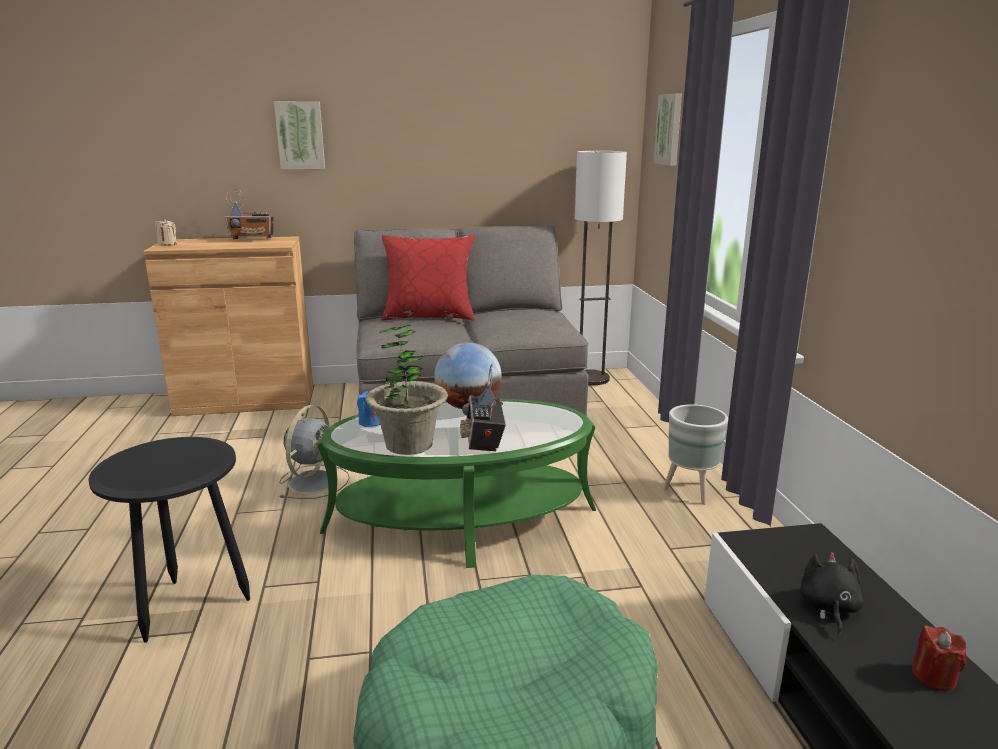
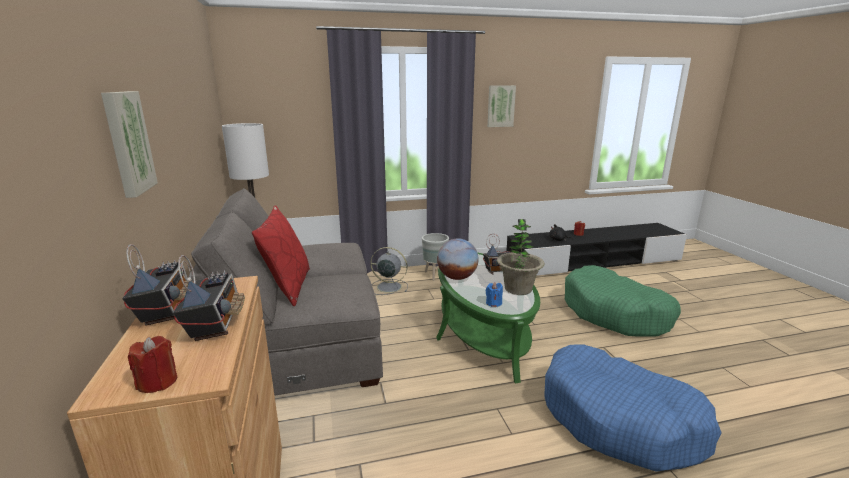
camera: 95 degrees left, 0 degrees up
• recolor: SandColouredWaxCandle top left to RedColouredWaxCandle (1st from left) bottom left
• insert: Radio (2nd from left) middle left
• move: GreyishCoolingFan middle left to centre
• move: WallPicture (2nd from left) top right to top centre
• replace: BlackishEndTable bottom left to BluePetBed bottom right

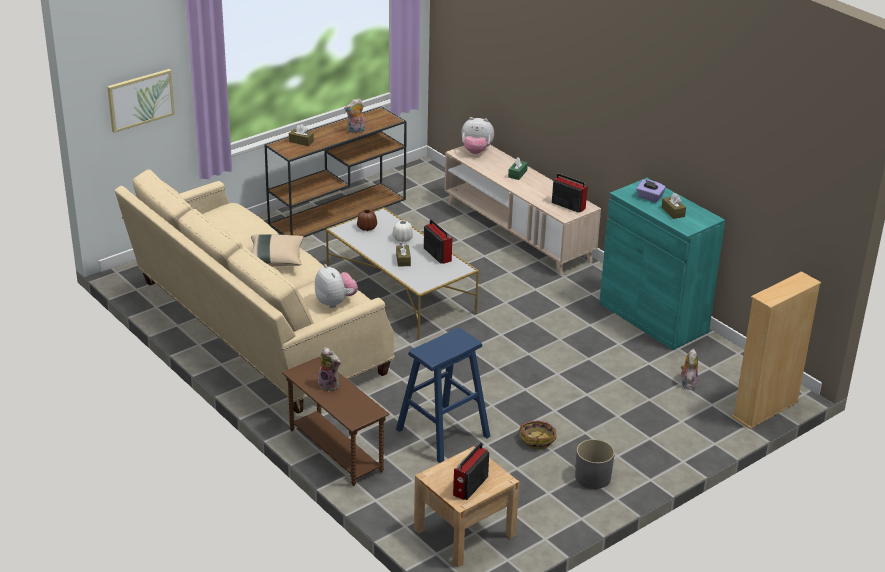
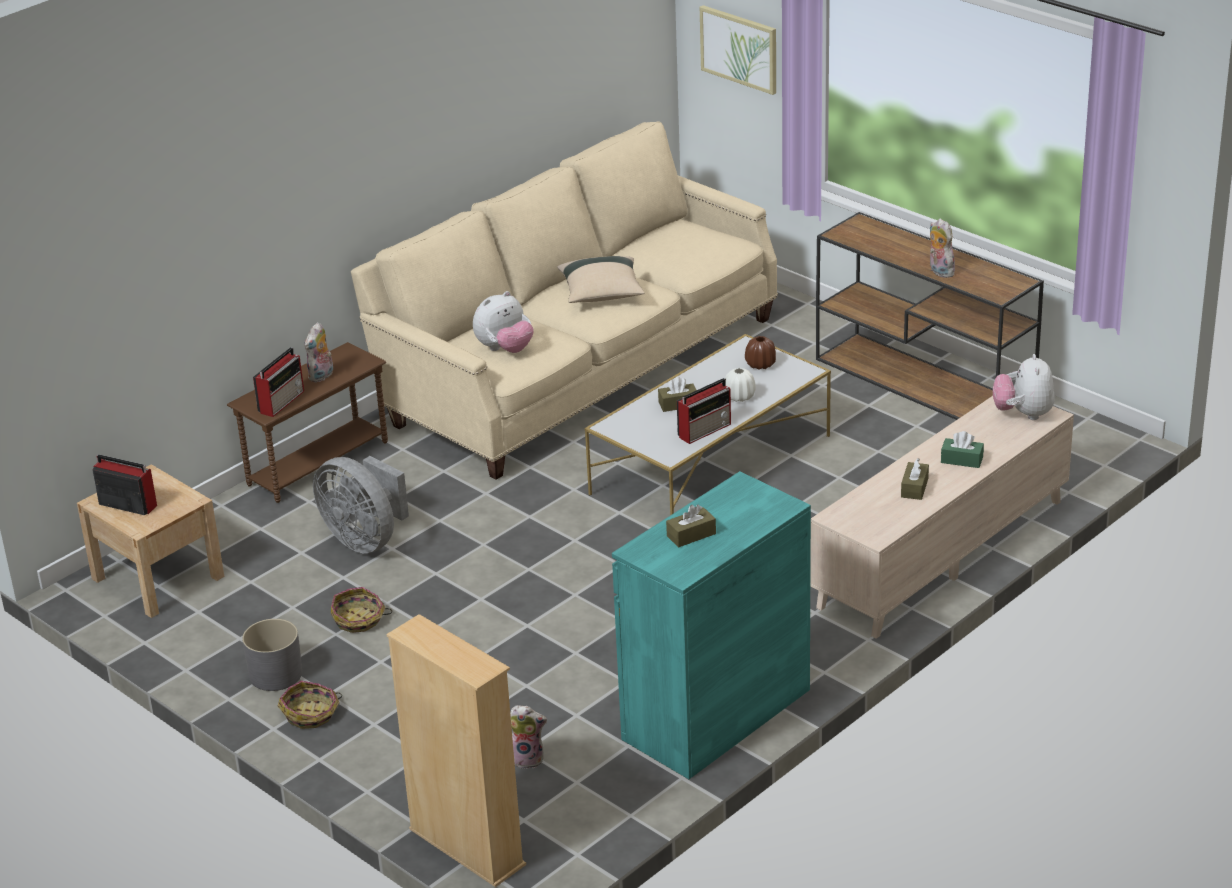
camera: 85 degrees right, 0 degrees up
• move: Radio (3rd from left in the first image) centre to Radio (2nd from left) middle left
• insert: HouseholdBasket (1st from left) bottom left
• replace: BlueStoolSeat bottom centre to GreyishCoolingFan middle left
• move: BrownTissueHolder (1st from left in the first image) top centre to BrownTissueHolder (3rd from left) middle right
• delete: PurpleColouredTissueHolder middle right

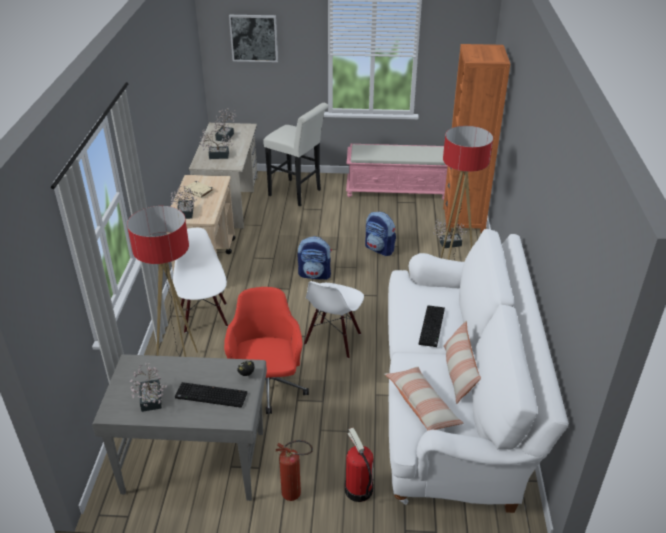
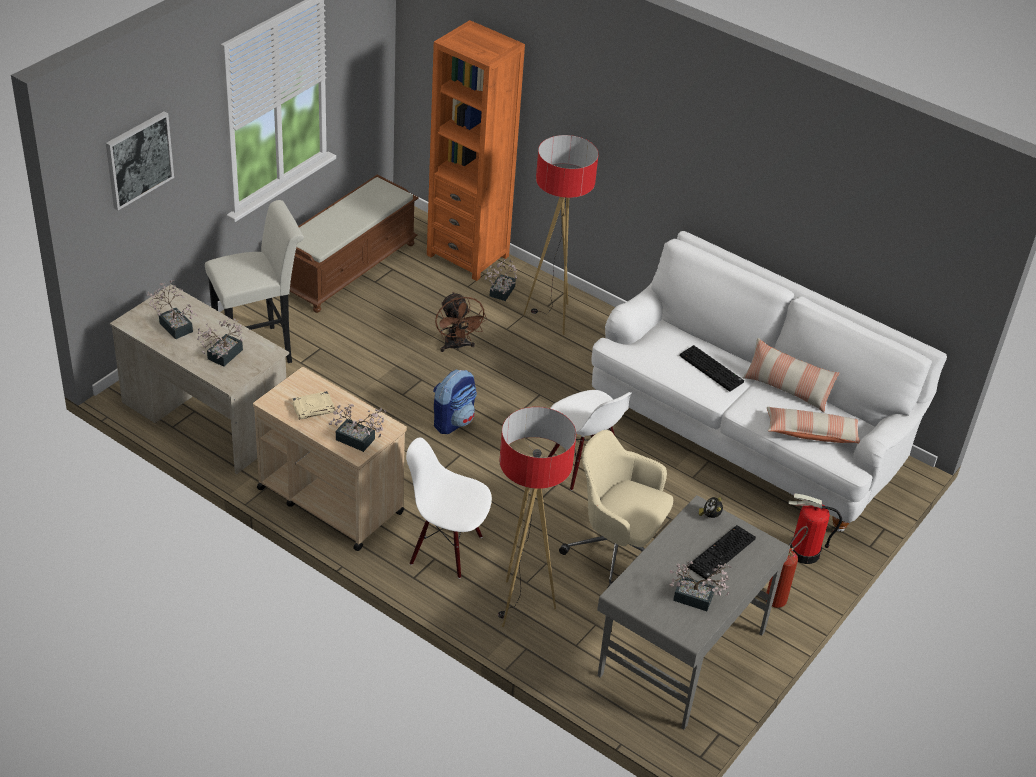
camera: 60 degrees left, 5 degrees up
• recolor: PinkishBench top centre to BrownBench top centre
• replace: Knapsack (2nd from left) centre to BrownCoolingFan centre
• recolor: RedColouredComputerChair centre to SandColouredComputerChair centre

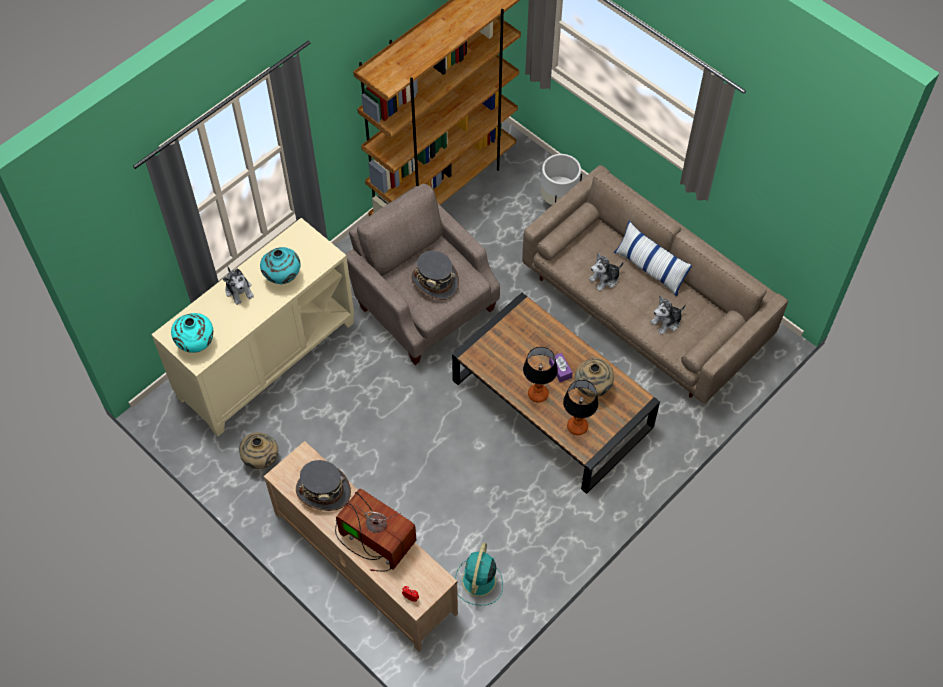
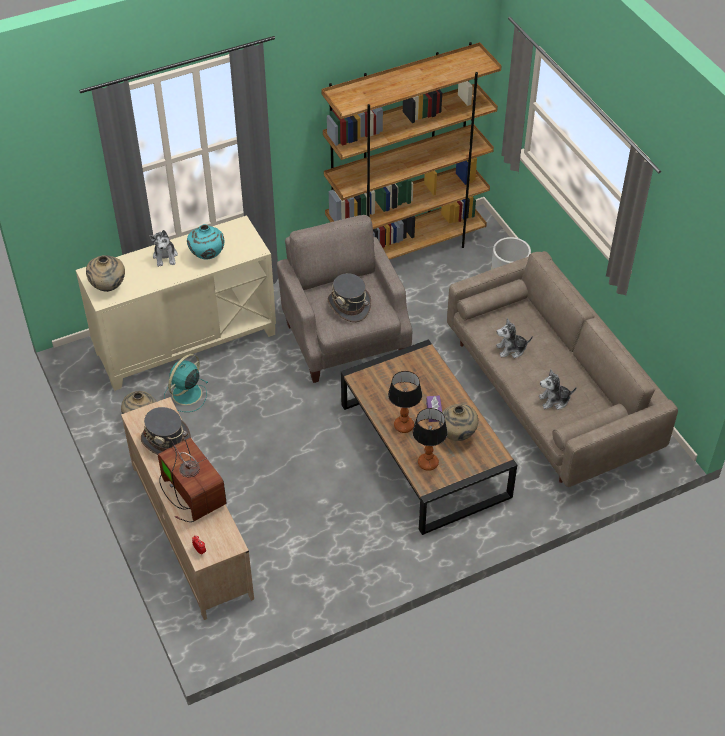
camera: 20 degrees right, 10 degrees down
• recolor: TurquoiseFlowerVase (1st from left) middle left to SandColouredFlowerVase (1st from left) middle left
• move: TurquoiseCoolingFan bottom centre to middle left
• delete: ThrowPillow middle right

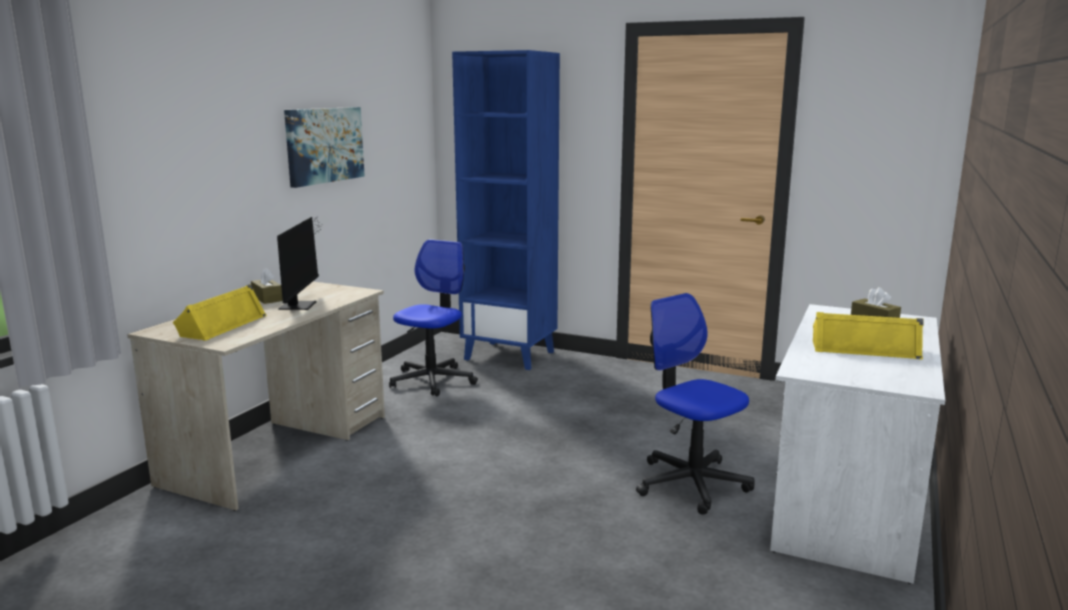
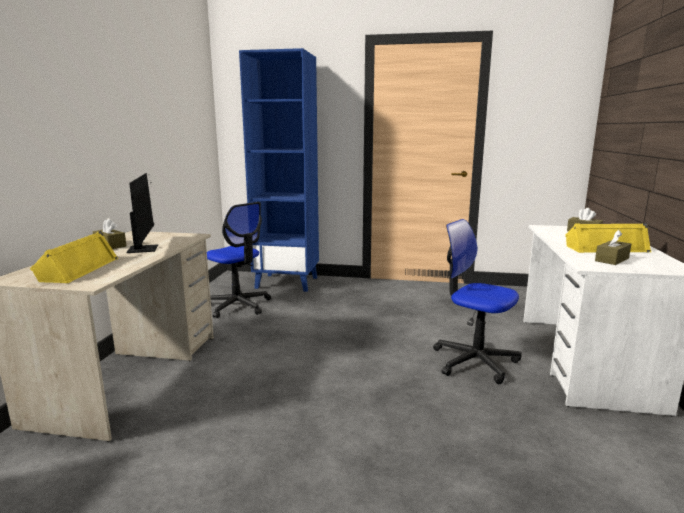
camera: 15 degrees left, 0 degrees up
• rotate: ComputerChair (1st from left) centre = centre 120 degrees clockwise
• insert: BrownTissueHolder (3rd from left) middle right
• delete: WallPicture top left

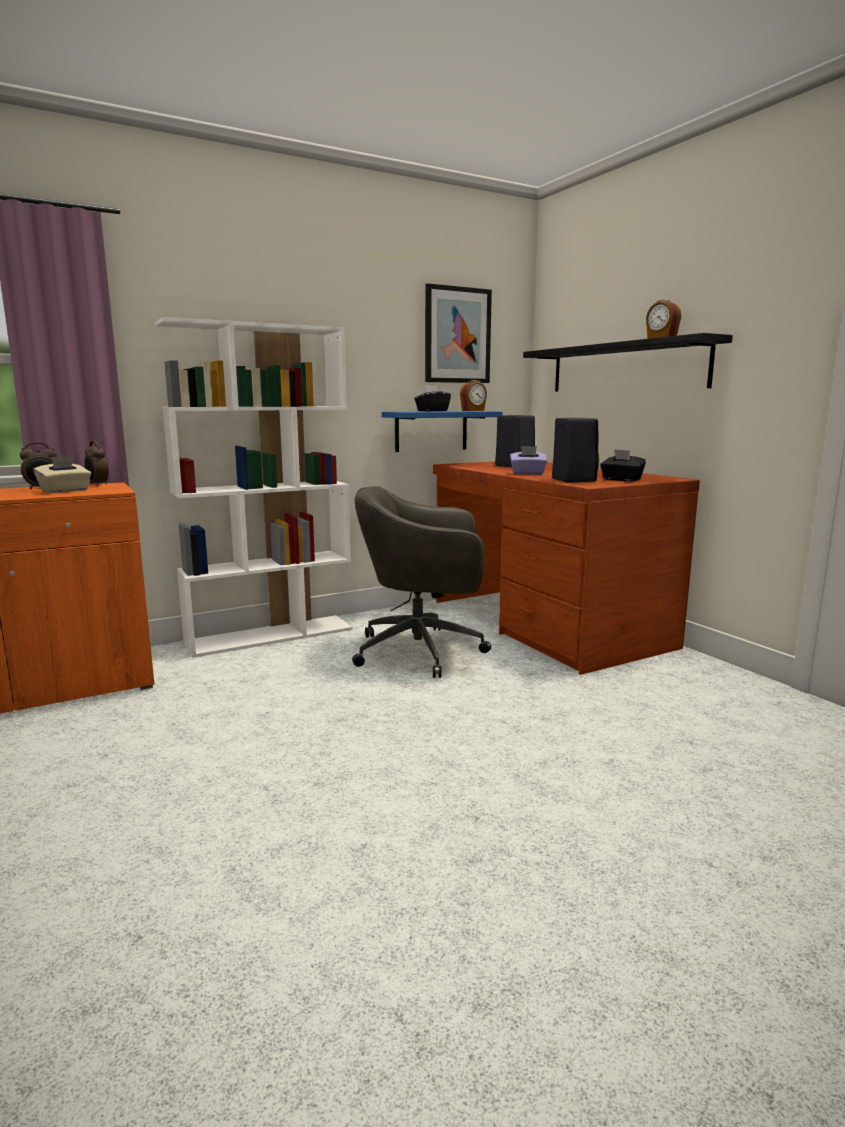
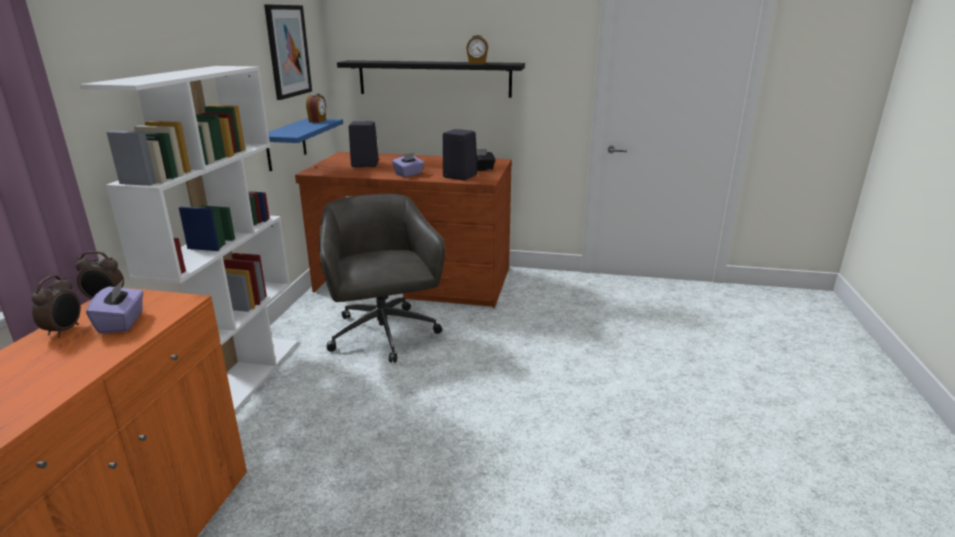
camera: 50 degrees left, 10 degrees up
• recolor: SandColouredTissueHolder middle left to PurpleColouredTissueHolder (1st from left) middle left
• rotate: GreyishComputerChair centre = centre 120 degrees clockwise
• delete: BlackishTissueHolder (1st from left) centre

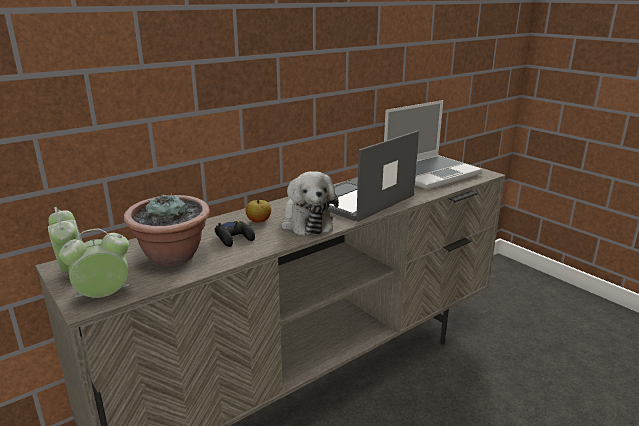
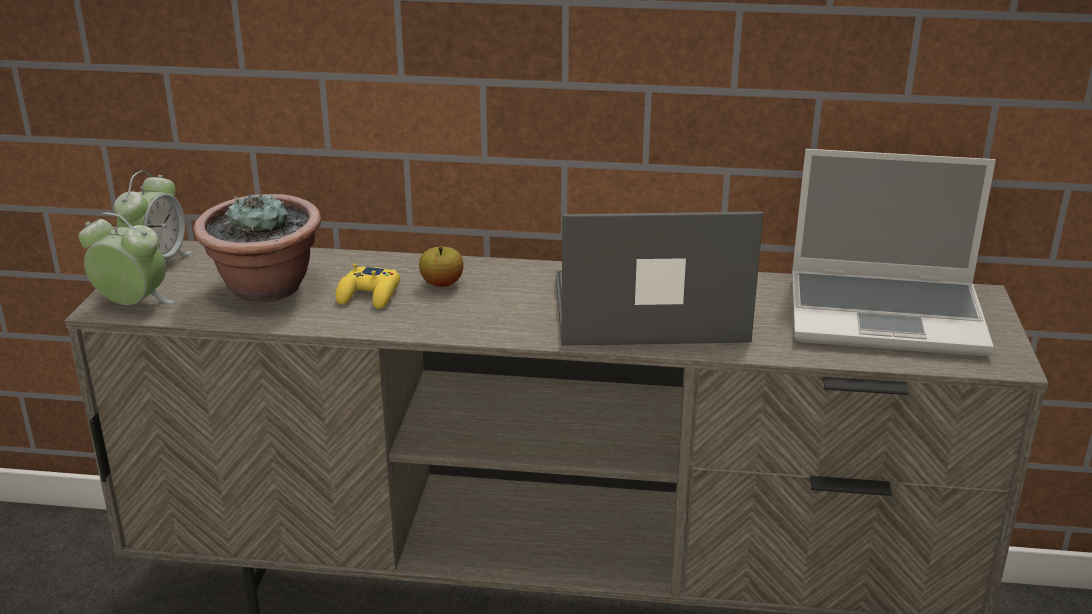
camera: 45 degrees right, 5 degrees up
• recolor: BlackishGameController centre to YellowGameController centre
• delete: CuddlyToy centre

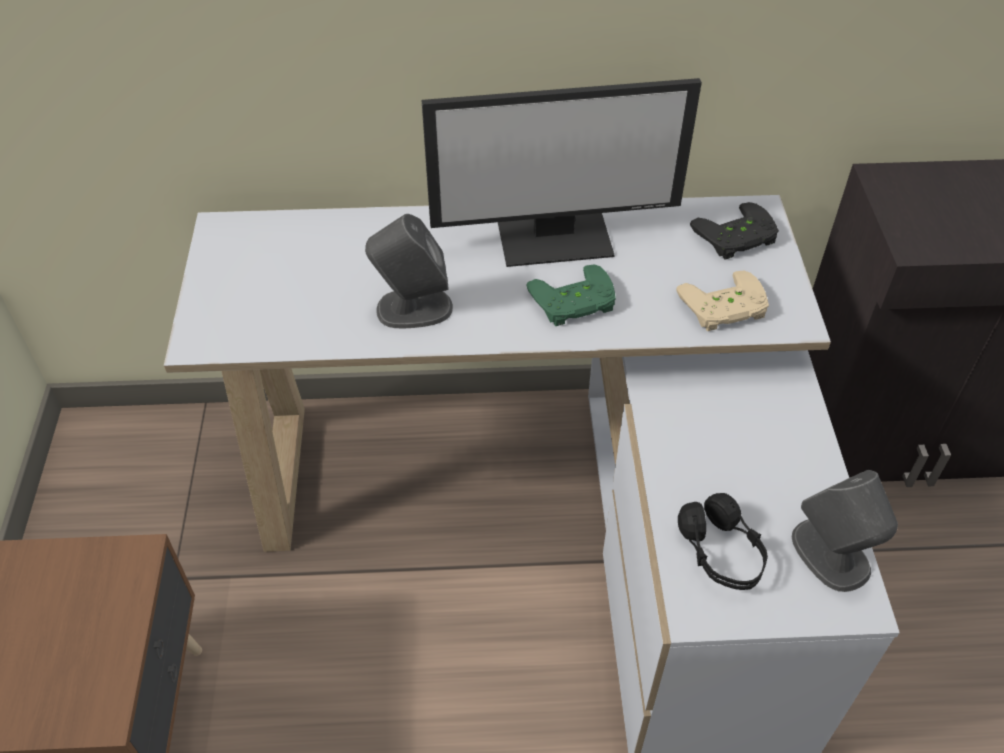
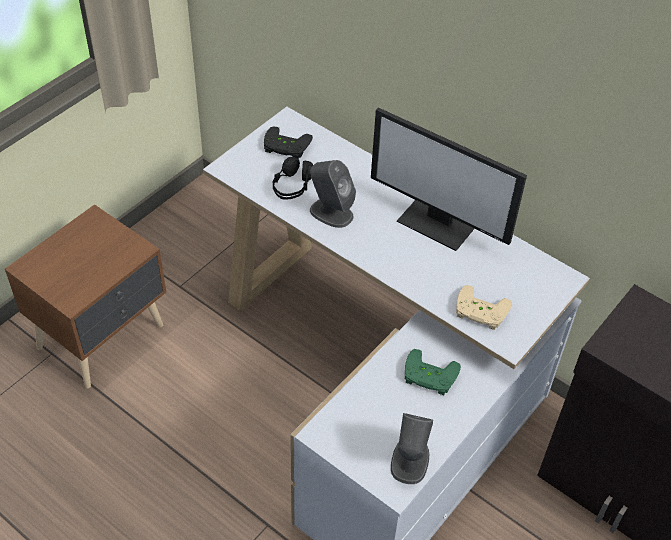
camera: 40 degrees right, 0 degrees up
• move: BlackishGameController top right to top centre
• move: BlackishHeadset bottom right to top centre
• move: GreenGameController centre to bottom centre

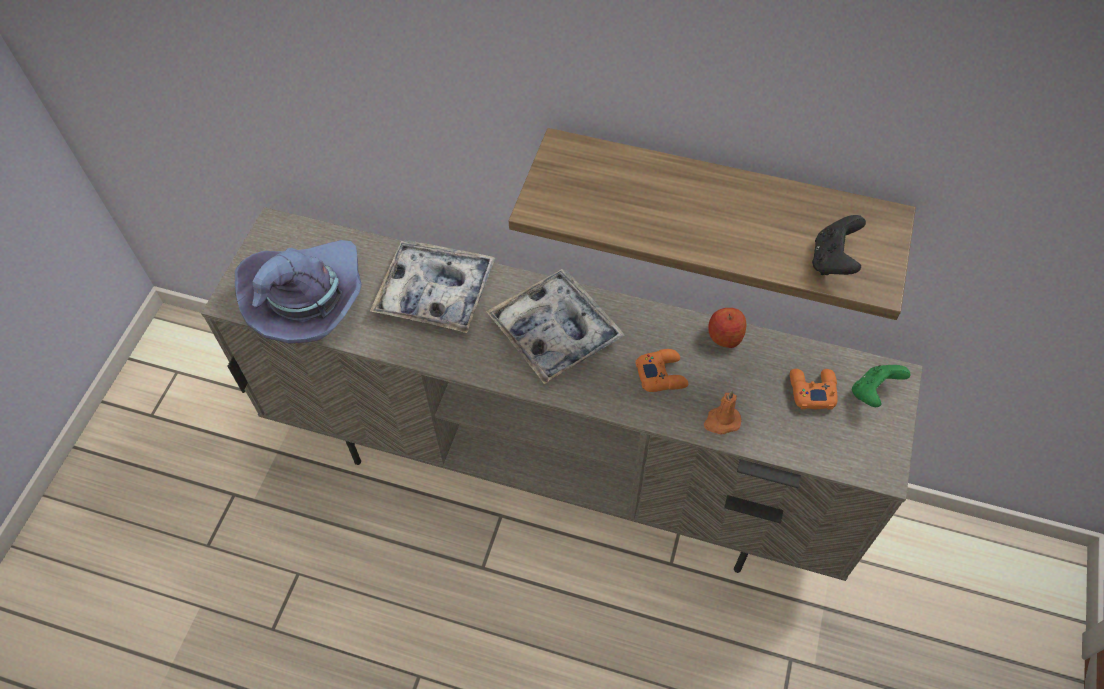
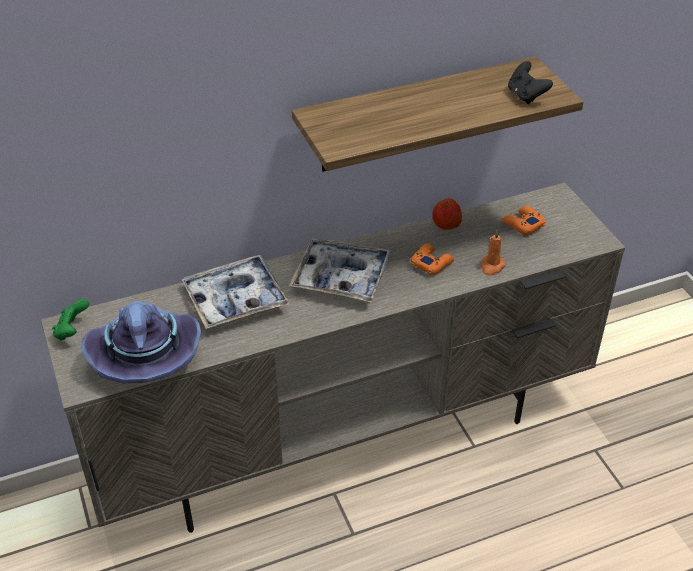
camera: 40 degrees left, 15 degrees down
• move: GreenGameController middle right to middle left

